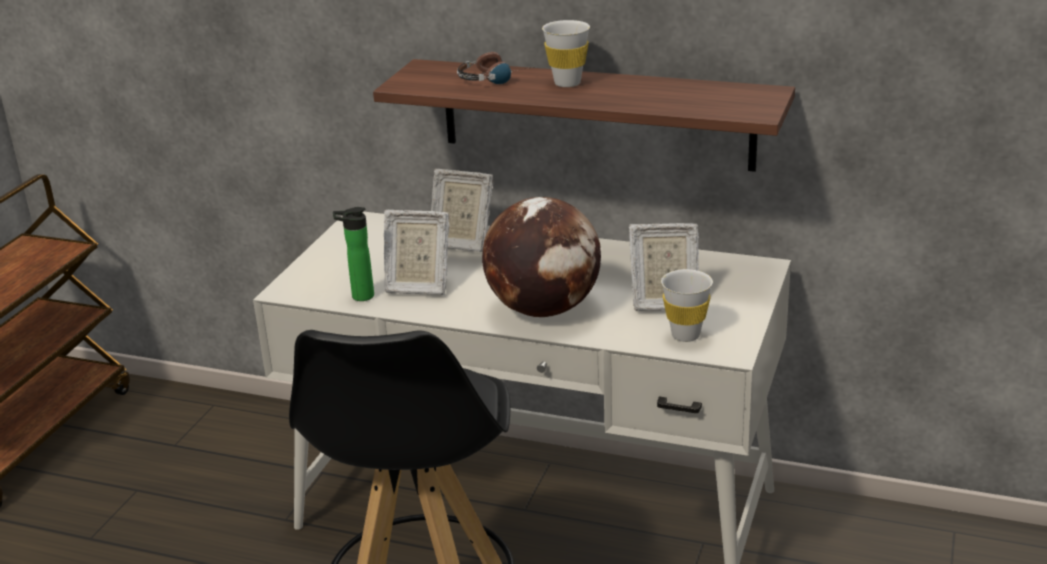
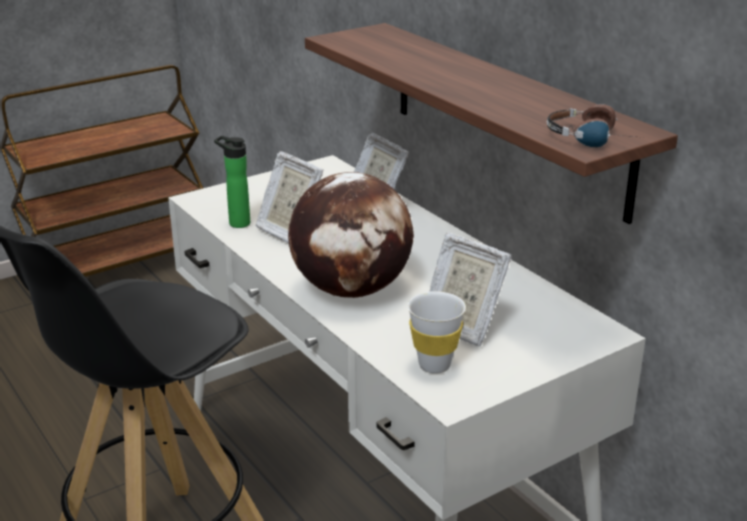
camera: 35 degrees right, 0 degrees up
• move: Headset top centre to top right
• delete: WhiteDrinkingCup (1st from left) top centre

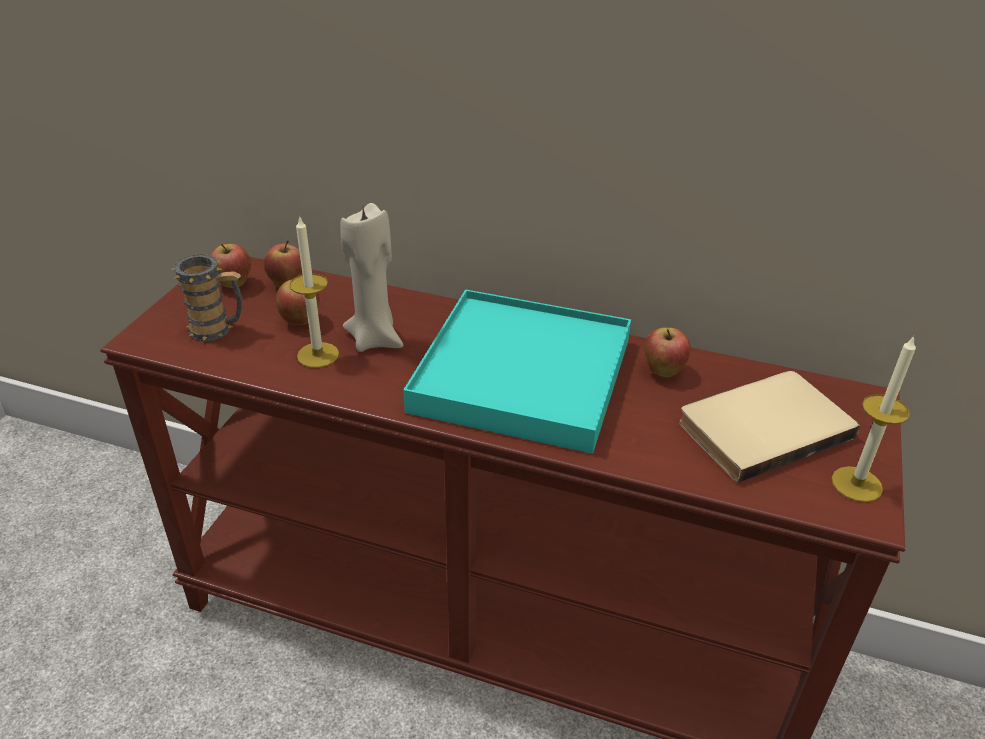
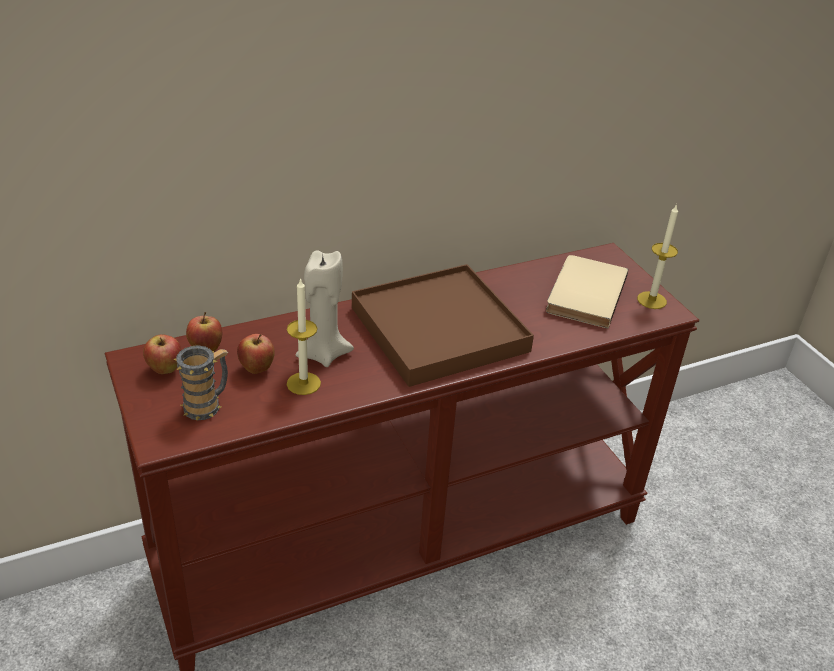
camera: 45 degrees left, 0 degrees up
• recolor: TurquoiseCarryingTray centre to BrownCarryingTray centre
• delete: WholeApple (4th from left) middle right

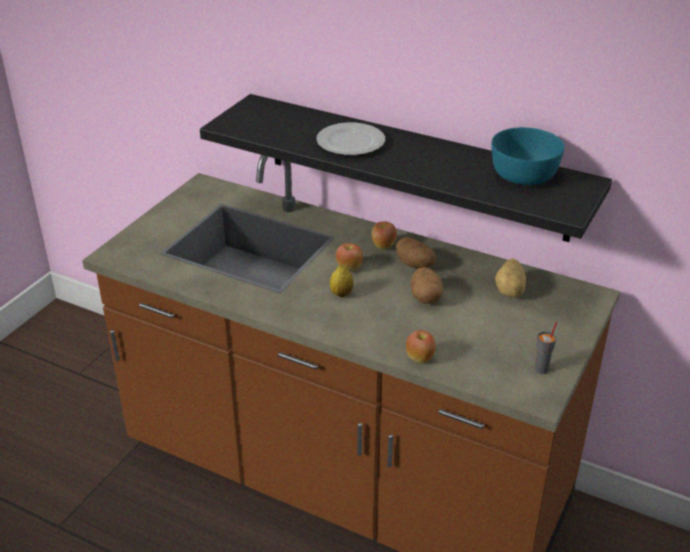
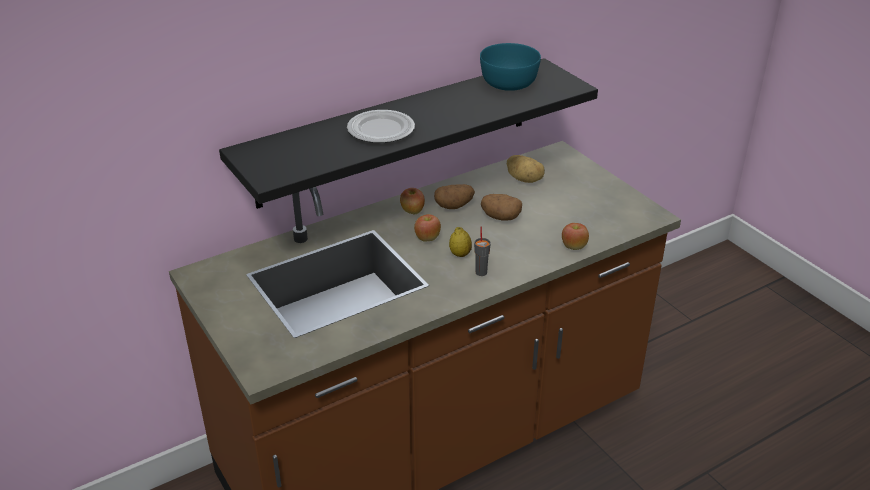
camera: 60 degrees left, 0 degrees up
• move: GreyishDrinkingCup middle right to centre

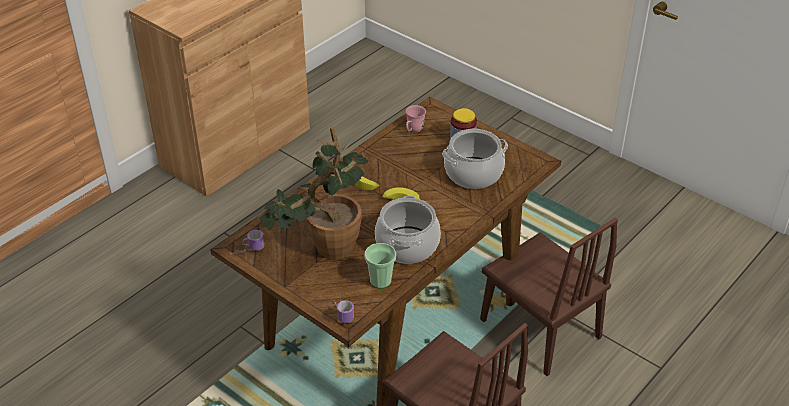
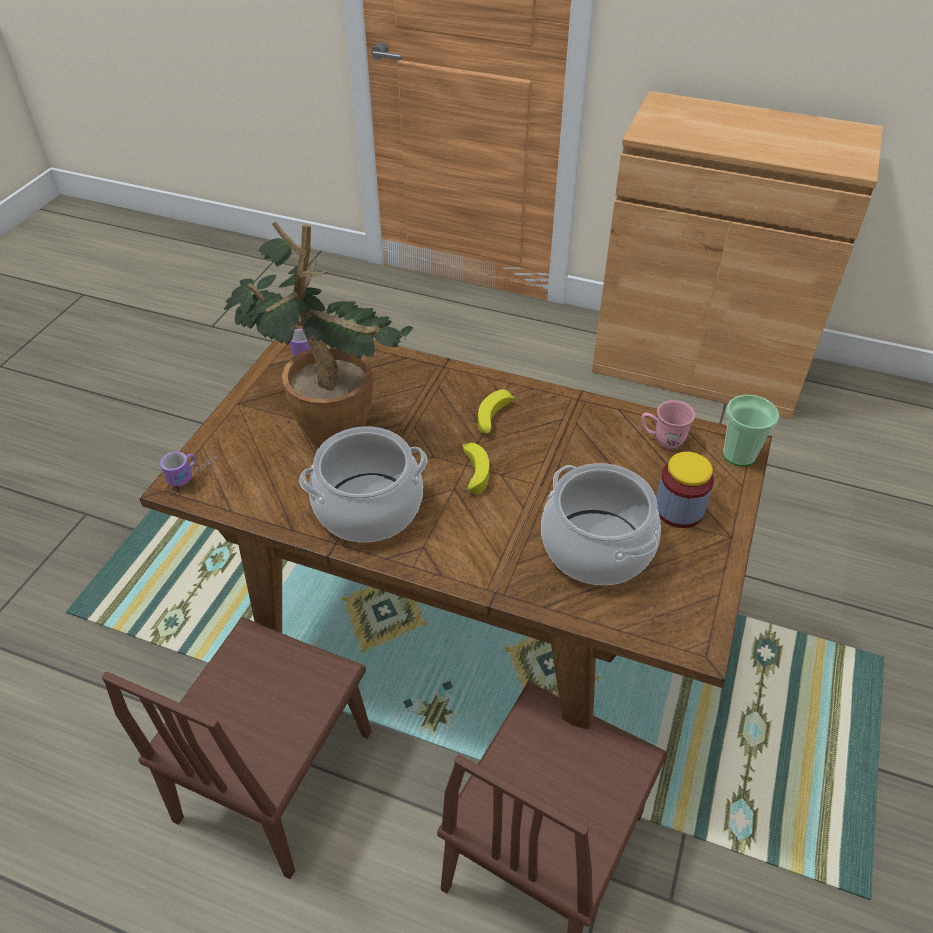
camera: 70 degrees right, 5 degrees up
• move: DrinkingCup centre to middle right

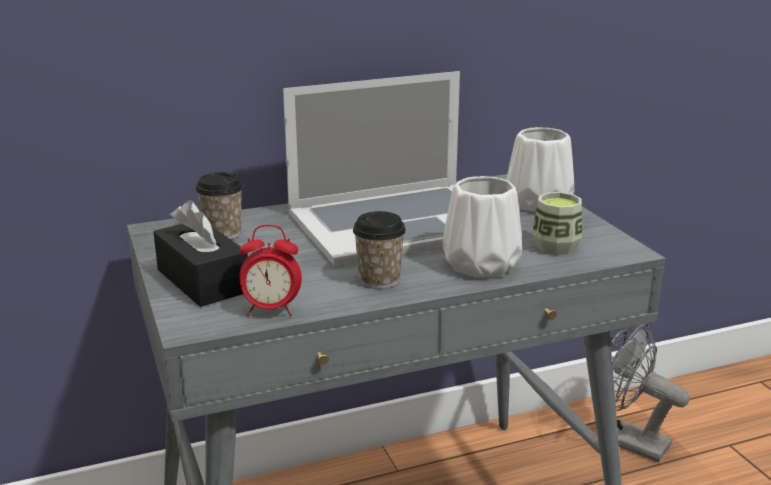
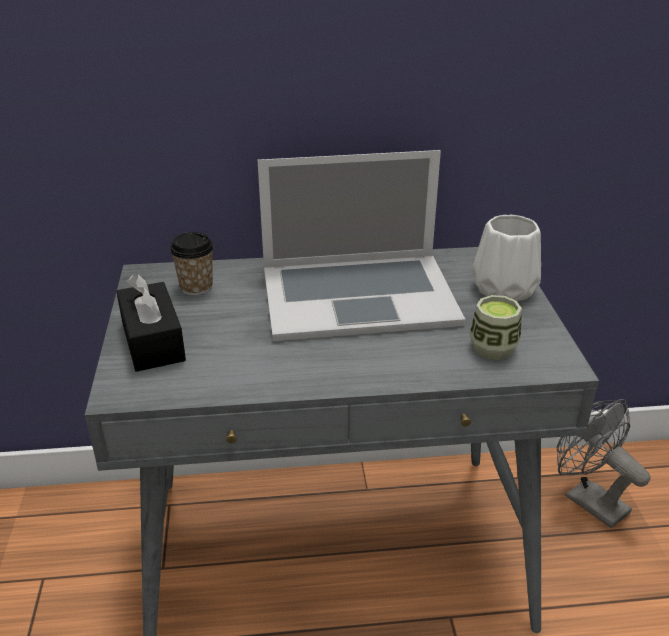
camera: 15 degrees right, 10 degrees up
• delete: TableClock centre
• delete: DrinkingCup (2nd from left) centre
• delete: WhiteFlowerVase (1st from left) centre

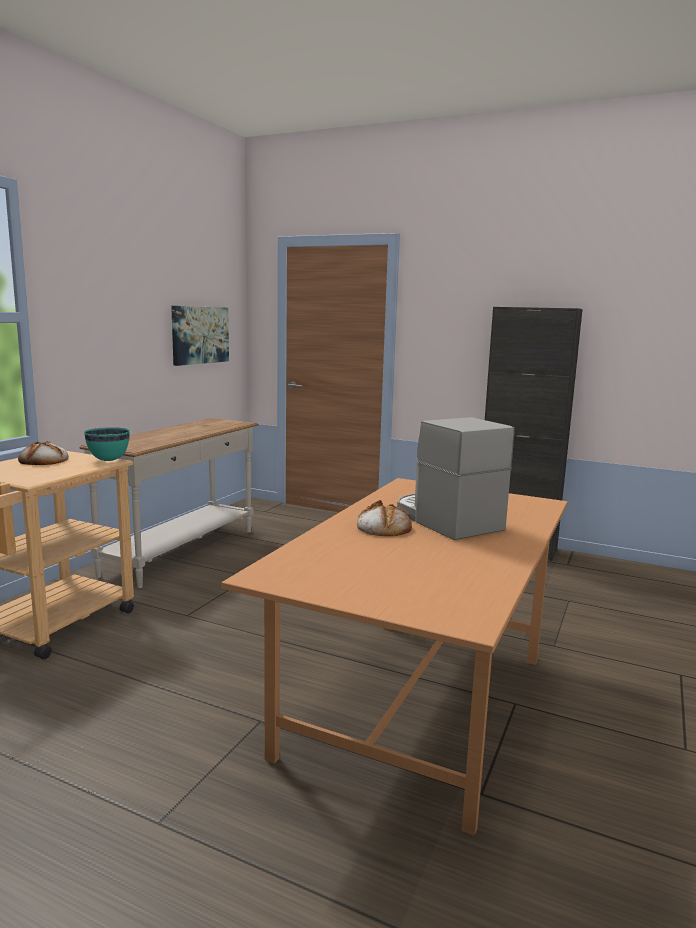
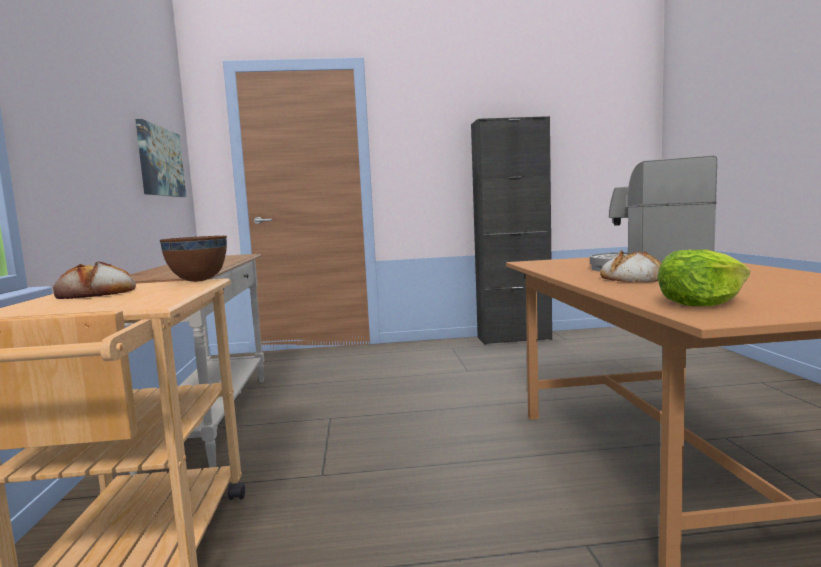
camera: 30 degrees left, 5 degrees down
• recolor: TurquoiseBowl middle left to BrownBowl middle left
• insert: HeadOfLettuce middle right

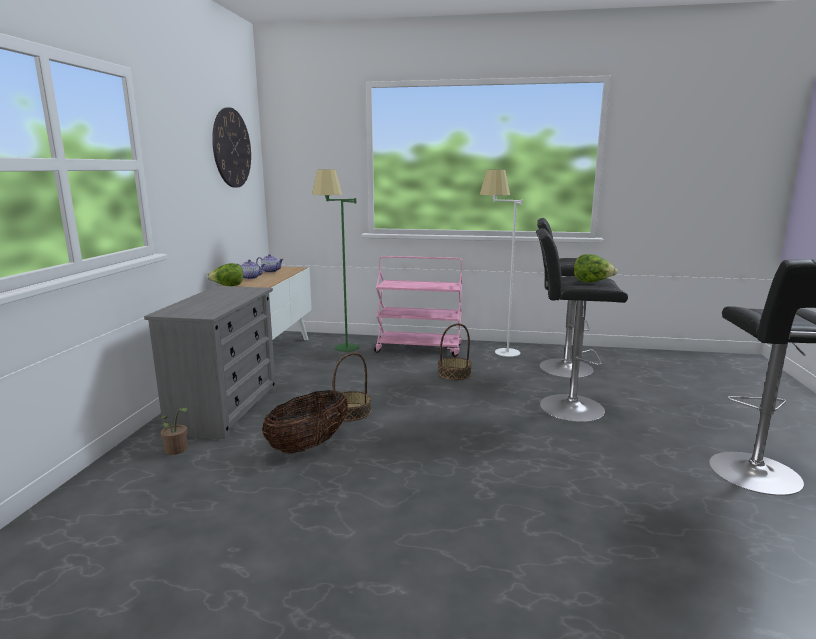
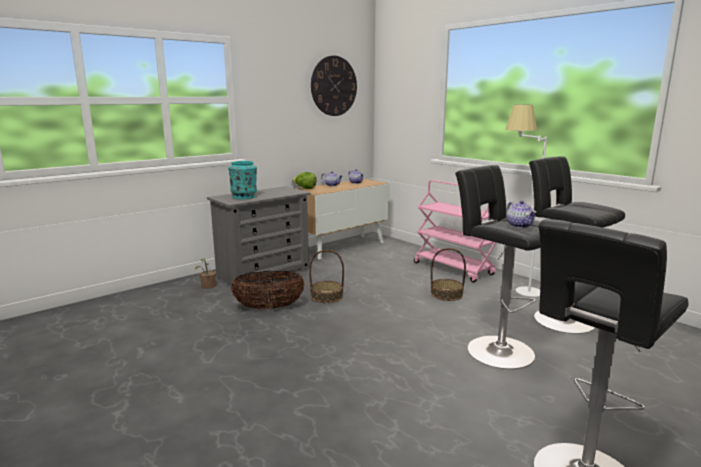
camera: 40 degrees right, 0 degrees up
• insert: TurquoiseFlowerVase centre
• replace: HeadOfLettuce (2nd from left) middle right to PotForTea (3rd from left) middle right
• delete: GreenFloorLamp centre

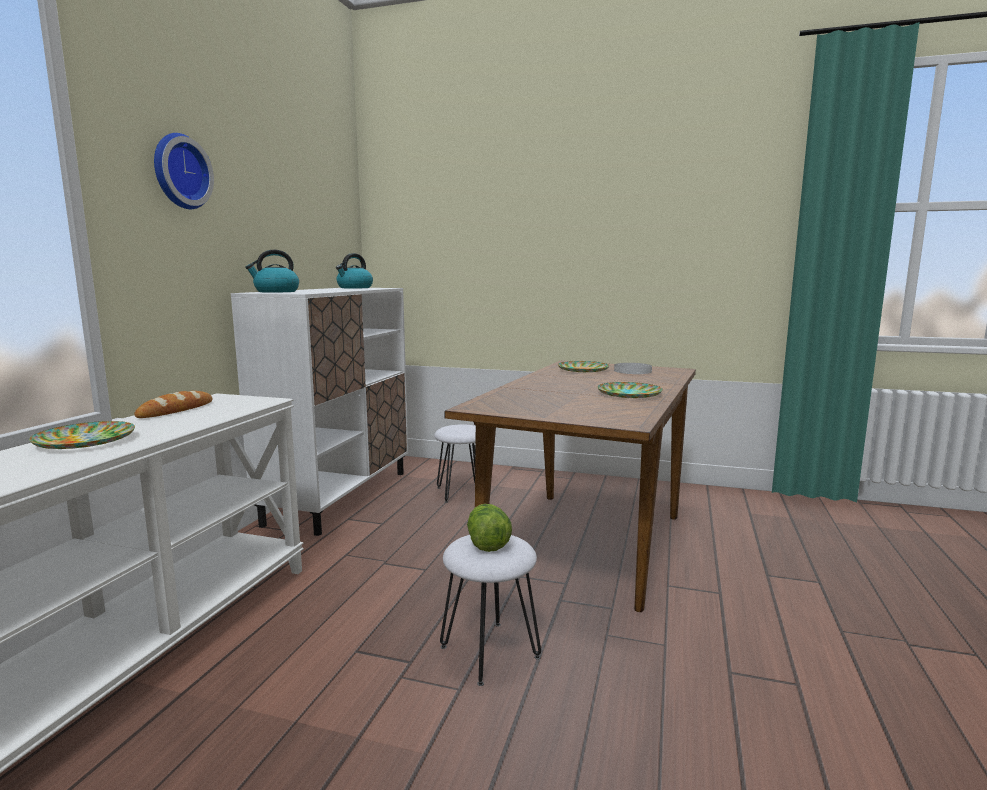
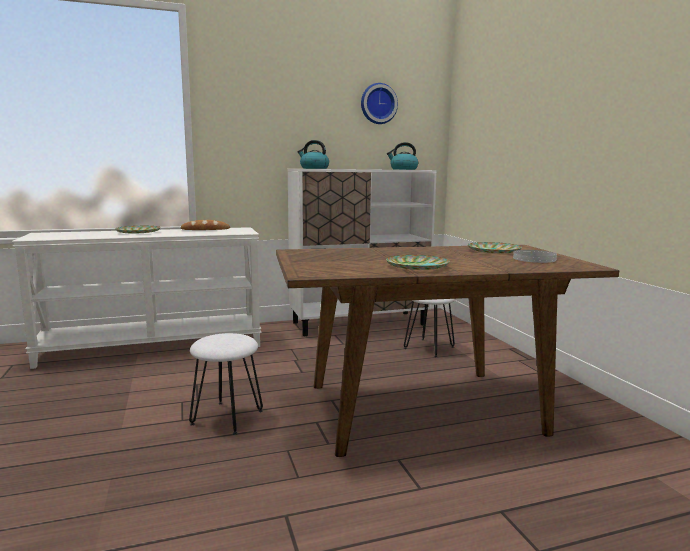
camera: 55 degrees right, 0 degrees up
• move: HangingClock top left to top centre
• delete: HeadOfLettuce bottom centre

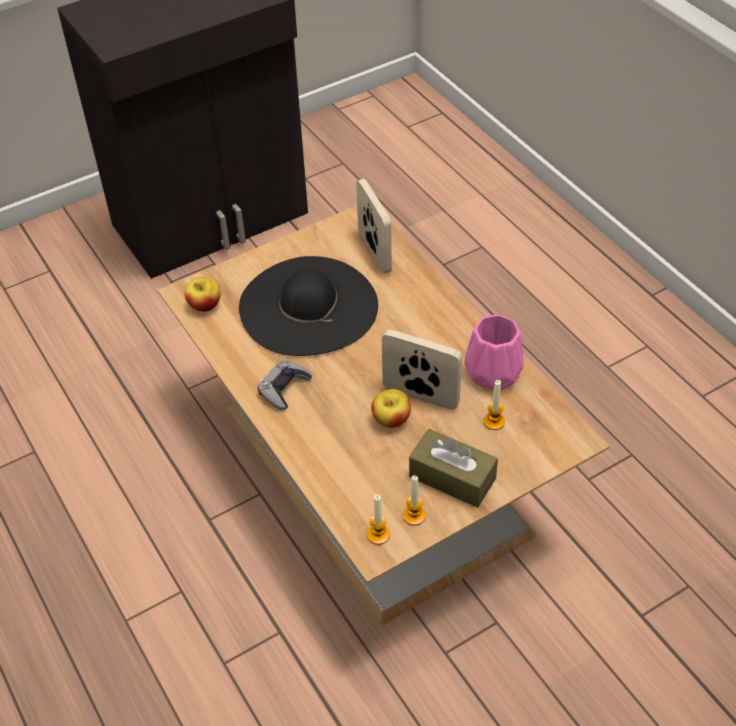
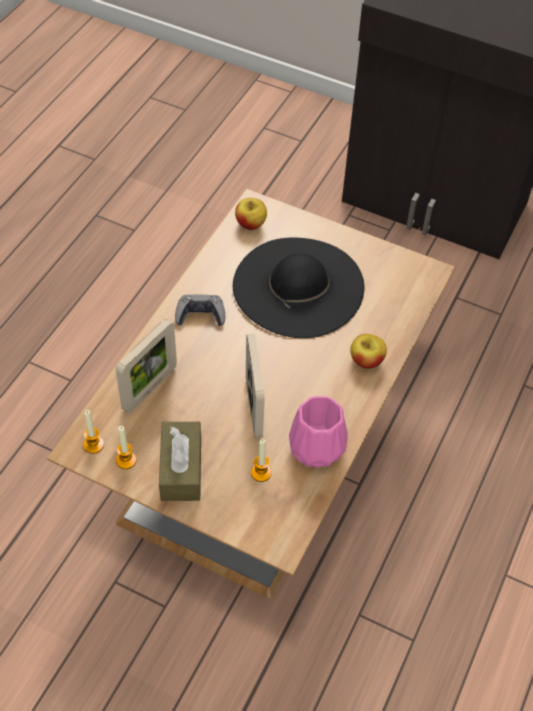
camera: 55 degrees right, 5 degrees up
• move: PhotoFrame (1st from left) top centre to middle left
• move: WholeApple (2nd from left) centre to middle right

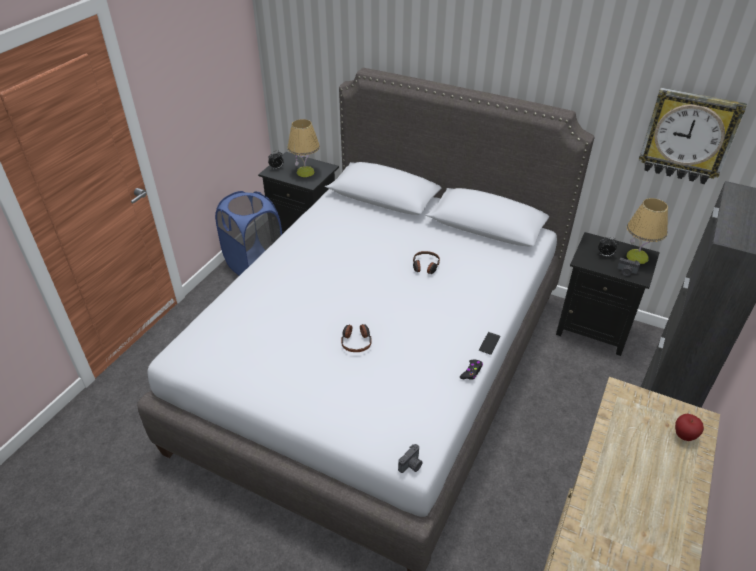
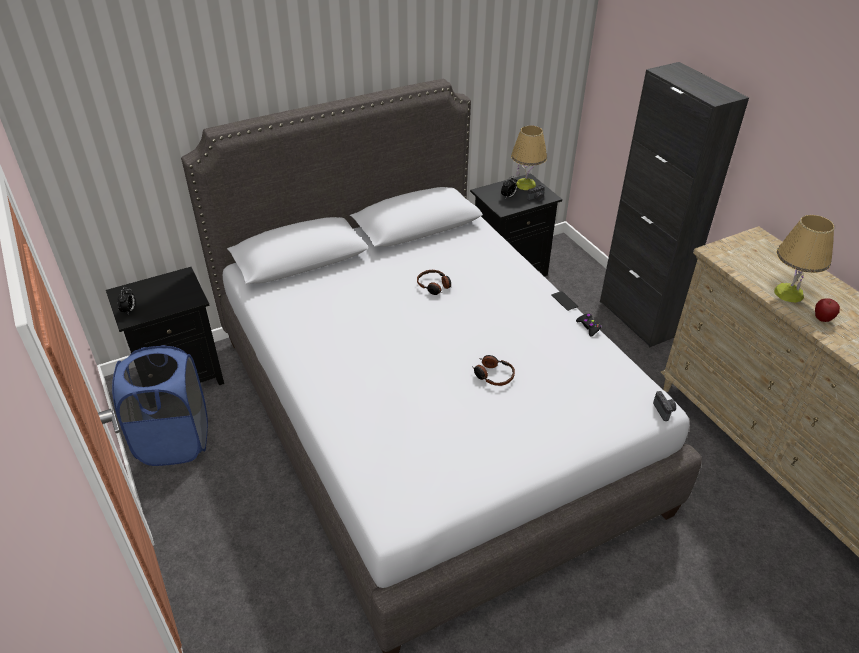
camera: 55 degrees left, 0 degrees up
• move: TableLamp (1st from left in the first image) top centre to TableLamp (2nd from left) middle right
• move: WholeApple bottom right to middle right
• delete: HangingClock top right

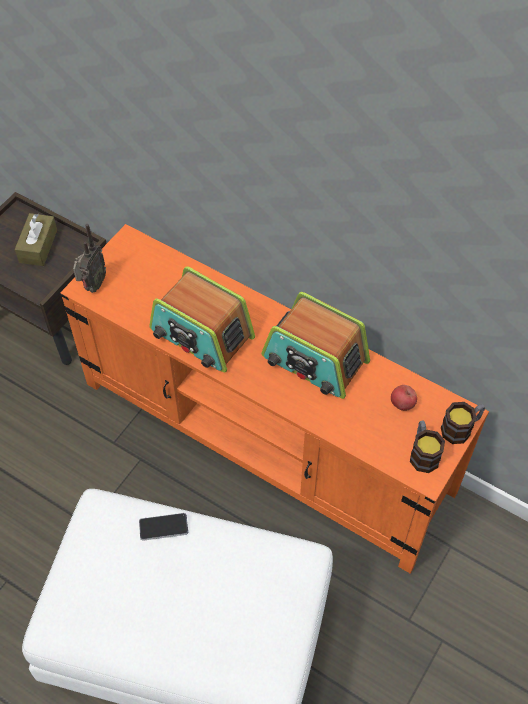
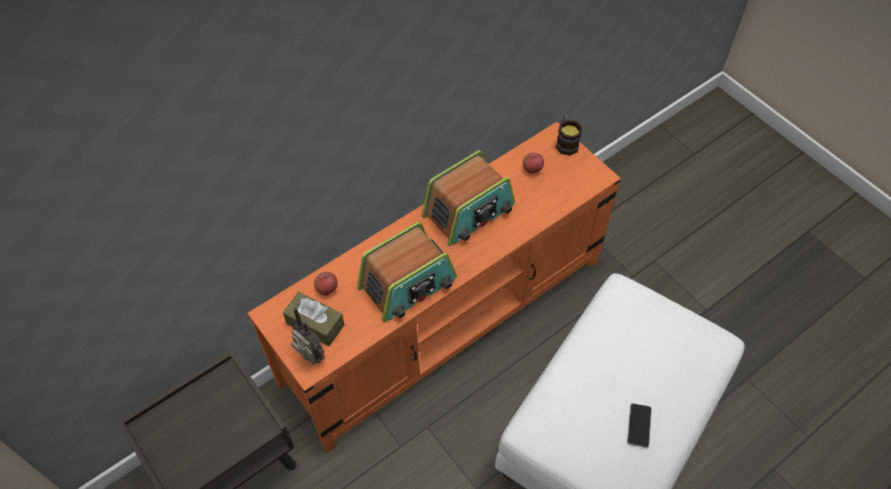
camera: 70 degrees left, 0 degrees up
• move: BrownTissueHolder middle left to centre
• insert: WholeApple (1st from left) centre
• move: Telephone bottom left to bottom right
• delete: Mug (1st from left) middle right

